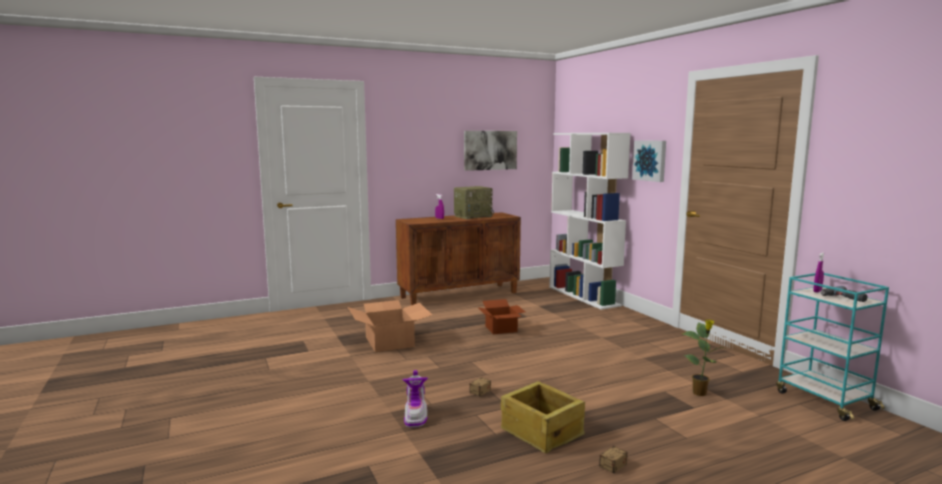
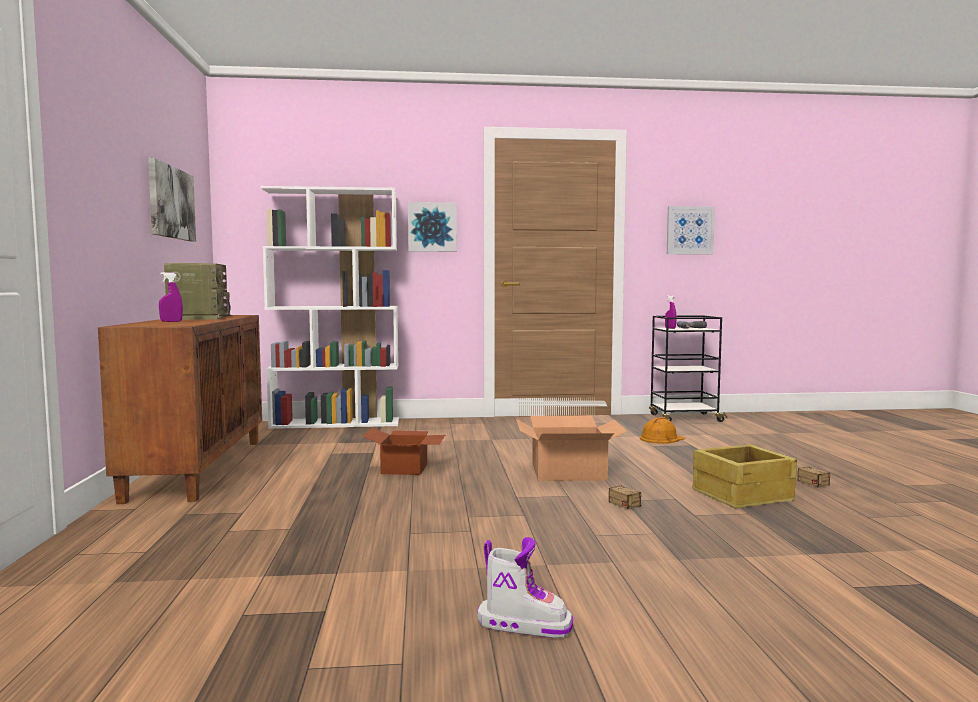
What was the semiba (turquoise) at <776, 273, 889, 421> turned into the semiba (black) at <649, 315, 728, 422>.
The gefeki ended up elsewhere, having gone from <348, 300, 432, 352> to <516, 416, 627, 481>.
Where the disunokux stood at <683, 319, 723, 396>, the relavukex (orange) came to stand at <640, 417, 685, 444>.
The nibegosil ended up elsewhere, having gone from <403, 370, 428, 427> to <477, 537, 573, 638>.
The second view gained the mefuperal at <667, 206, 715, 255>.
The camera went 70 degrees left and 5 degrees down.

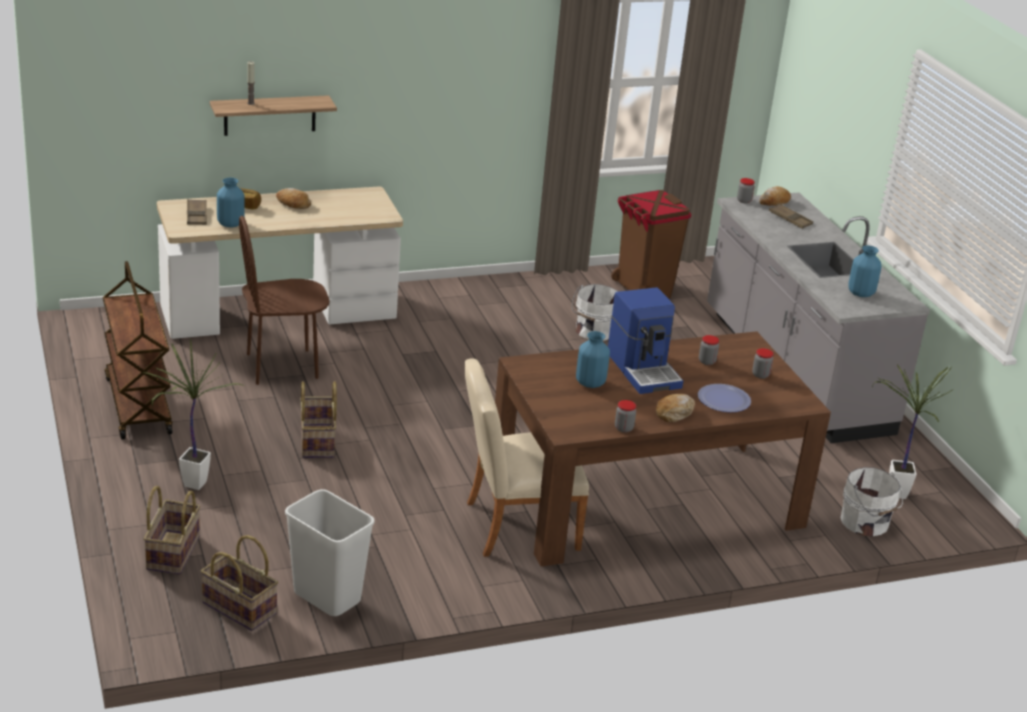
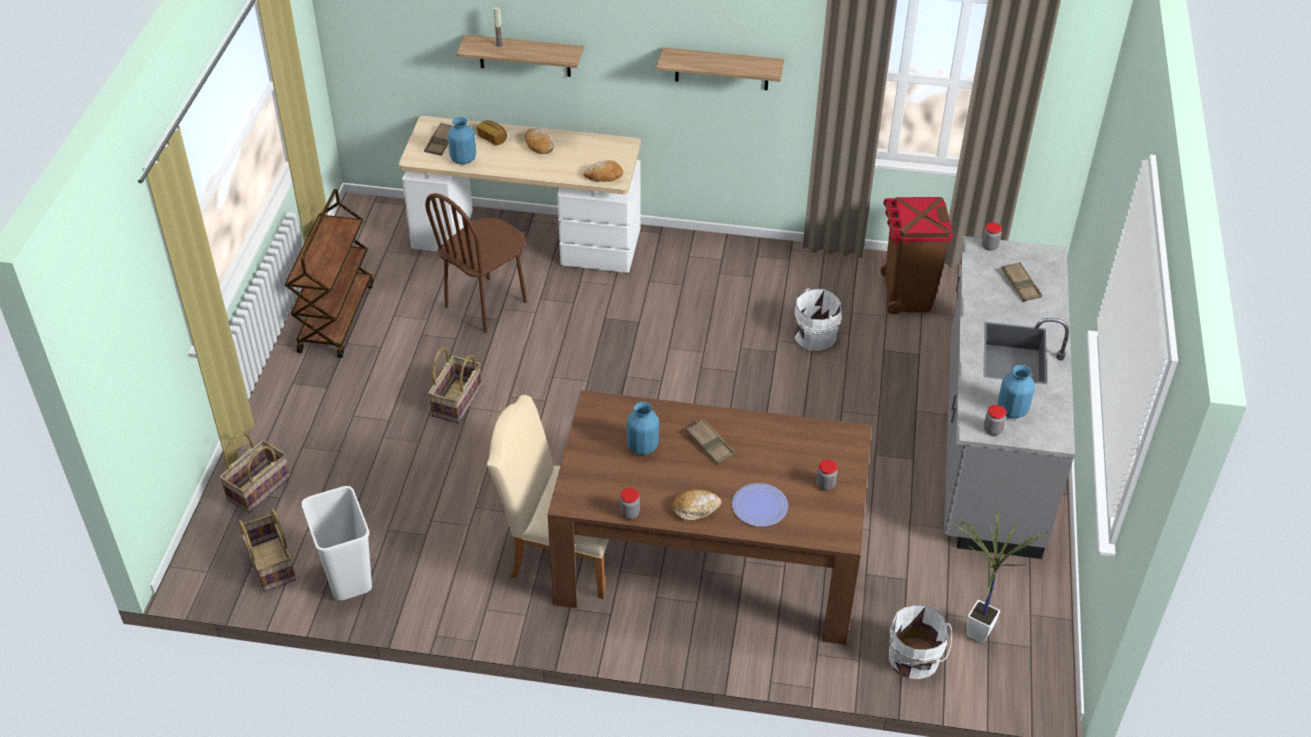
The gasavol ended up elsewhere, having gone from <759, 186, 791, 206> to <583, 160, 623, 182>.
The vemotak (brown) at <239, 216, 329, 385> ended up facing another way, 60 degrees counterclockwise from before.
Where the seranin stood at <608, 287, 683, 394>, the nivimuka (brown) came to stand at <686, 419, 735, 465>.
The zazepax ended up elsewhere, having gone from <699, 335, 719, 365> to <984, 405, 1006, 436>.
The second view lost the disunokux at <143, 338, 245, 490>.
The second view gained the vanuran at <656, 47, 784, 90>.
The camera went 30 degrees right and 15 degrees up.

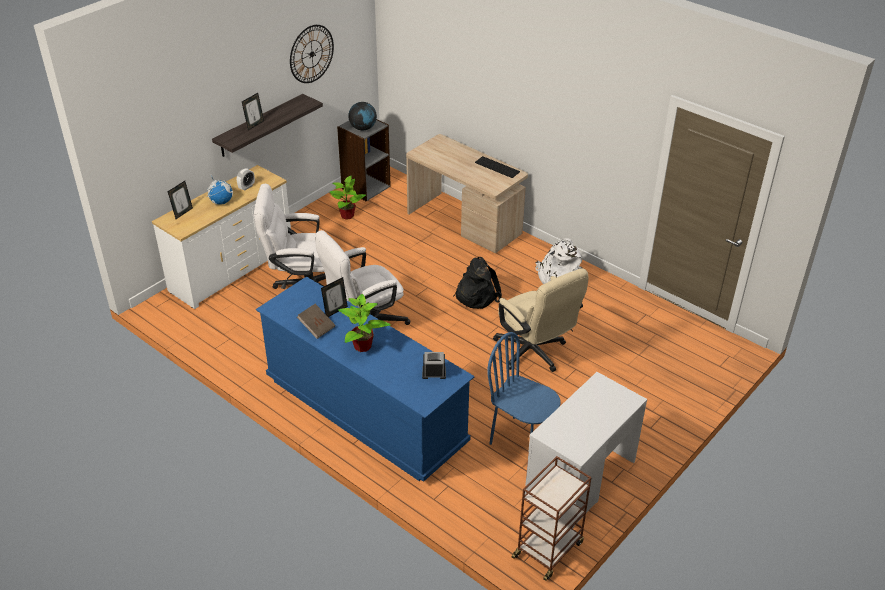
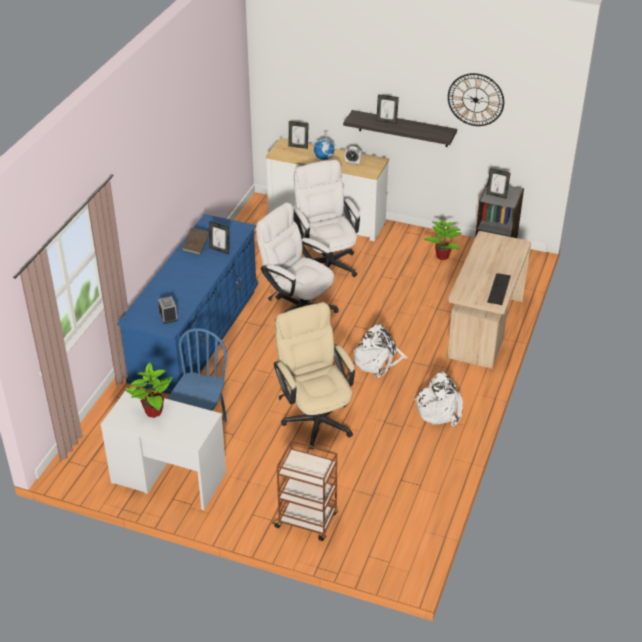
Where the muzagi stood at <348, 102, 377, 130>, the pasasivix came to stand at <486, 168, 511, 199>.
What was the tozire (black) at <454, 257, 502, 309> turned into the tozire (white) at <354, 324, 408, 378>.
The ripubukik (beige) at <493, 268, 589, 372> ended up facing another way, 120 degrees clockwise from before.
The disunokux ended up elsewhere, having gone from <338, 294, 391, 352> to <125, 362, 173, 418>.
The semiba (brown) ended up elsewhere, having gone from <512, 456, 592, 581> to <272, 441, 338, 541>.
The camera went 70 degrees right and 0 degrees up.

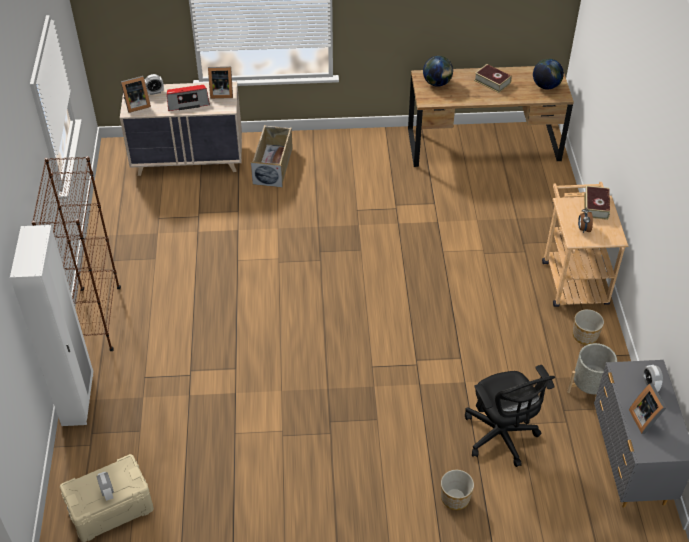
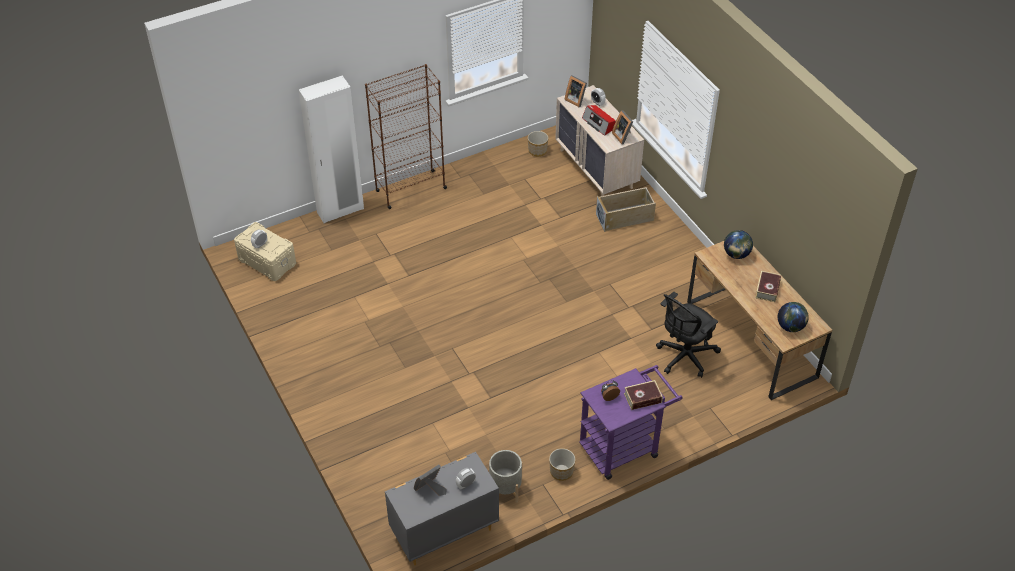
What was the semiba (beige) at <542, 182, 628, 307> turned into the semiba (purple) at <579, 365, 683, 480>.
The ripubukik (black) ended up elsewhere, having gone from <465, 365, 556, 467> to <656, 292, 721, 378>.
The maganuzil ended up elsewhere, having gone from <441, 470, 474, 510> to <528, 131, 548, 156>.
The camera went 65 degrees right and 0 degrees up.

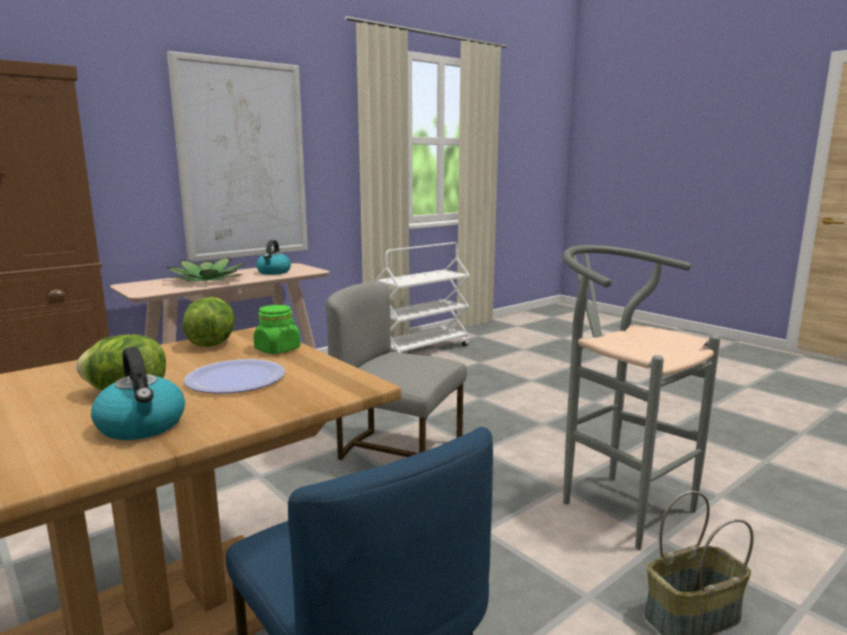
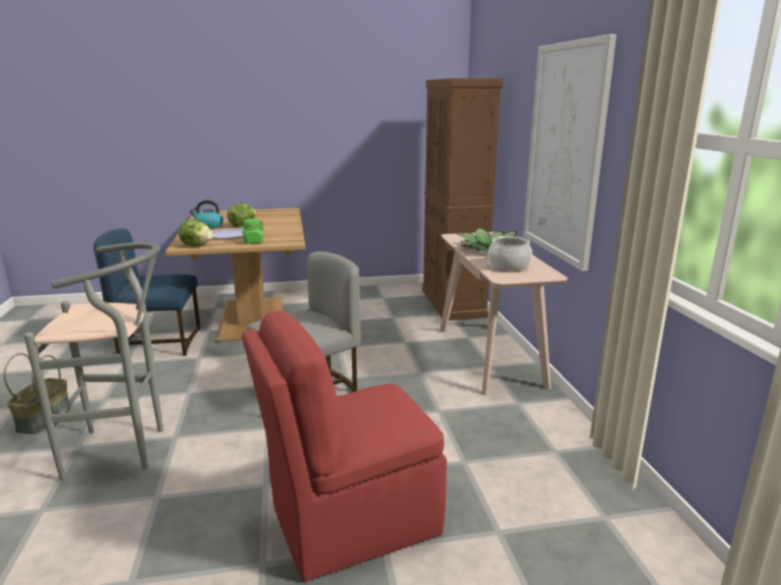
Where the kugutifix stood at <256, 240, 291, 275>, the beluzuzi came to stand at <488, 236, 532, 271>.
The second view lost the semiba (white) at <375, 242, 470, 353>.
The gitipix ended up elsewhere, having gone from <182, 297, 235, 347> to <178, 220, 213, 246>.
The second view gained the vemotak (red) at <242, 310, 447, 582>.
The camera went 120 degrees right and 5 degrees up.

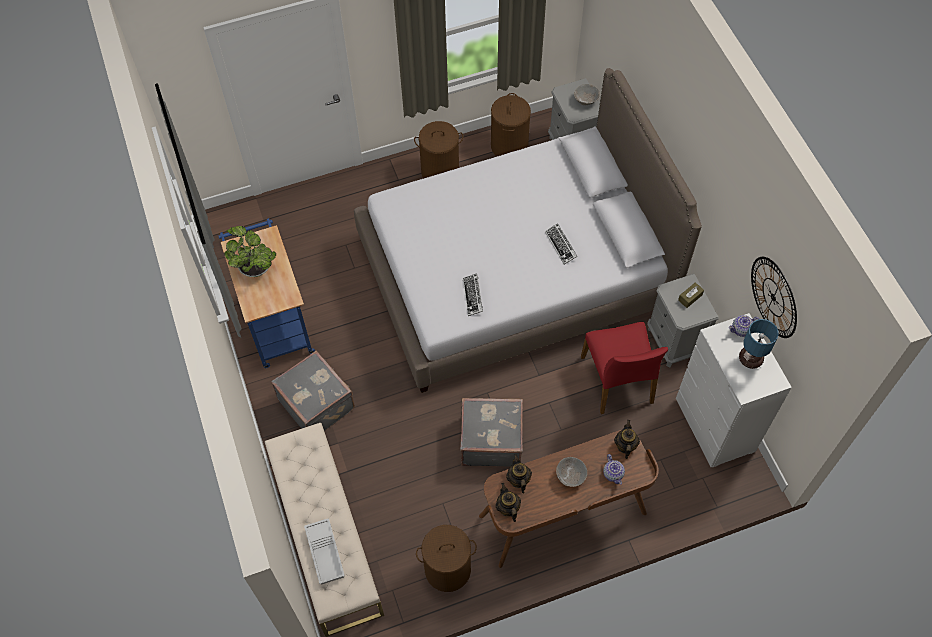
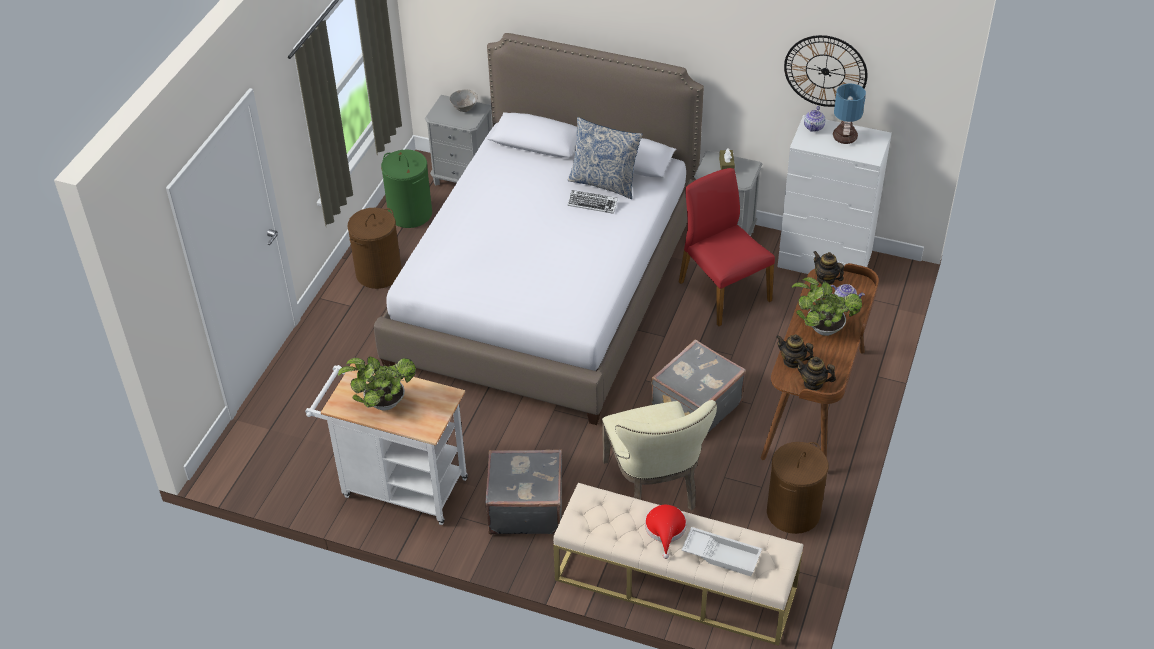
What was the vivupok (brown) at <491, 93, 531, 156> turned into the vivupok (green) at <381, 149, 432, 228>.
What was the semiba (blue) at <219, 218, 315, 368> turned into the semiba (white) at <305, 364, 468, 525>.
The second view lost the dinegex at <463, 273, 483, 316>.
The vemotak (red) at <581, 322, 668, 414> ended up facing another way, 150 degrees counterclockwise from before.
Where the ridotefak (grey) stood at <556, 457, 587, 487>, the disunokux came to stand at <791, 277, 862, 336>.
The second view gained the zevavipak at <568, 117, 643, 199>.
The second view gained the vemotak (beige) at <602, 400, 717, 511>.
The second view gained the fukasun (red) at <645, 505, 687, 559>.
The camera went 50 degrees left and 15 degrees down.

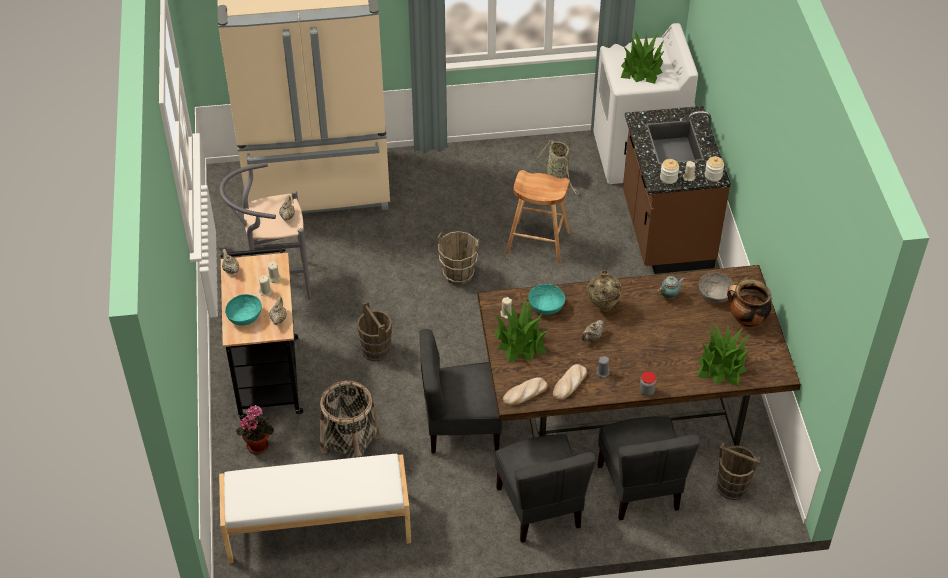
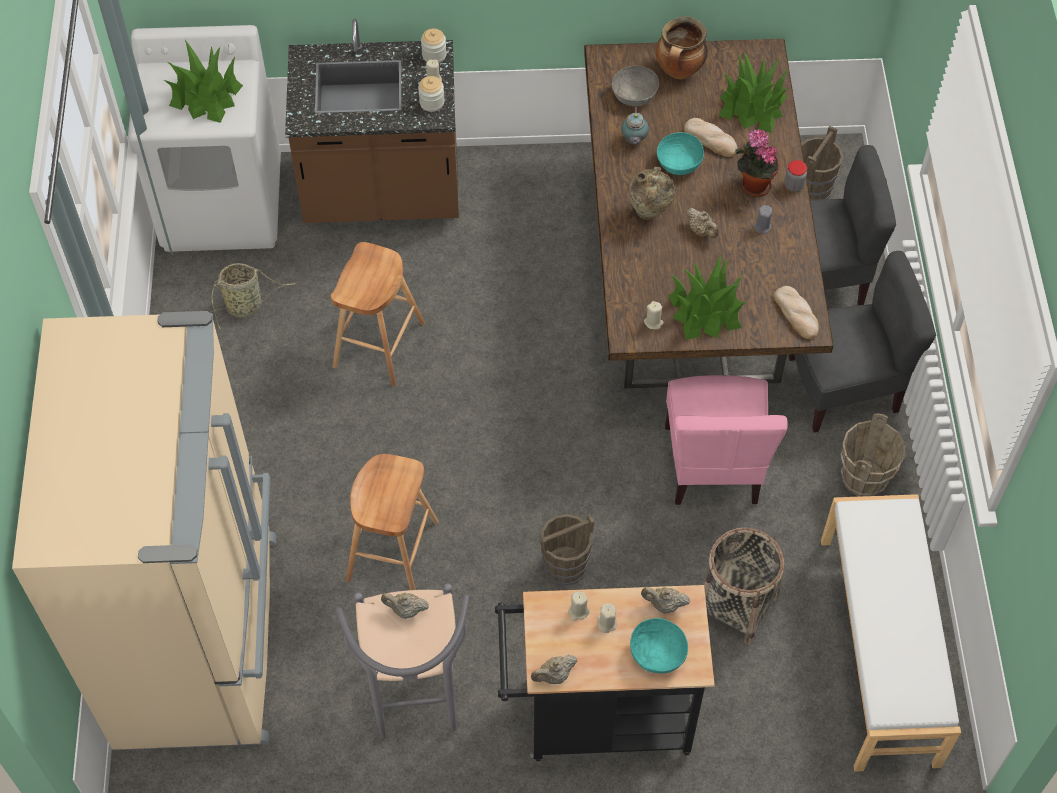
The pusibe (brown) ended up elsewhere, having gone from <438, 231, 479, 285> to <840, 413, 905, 497>.
The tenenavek at <657, 276, 685, 300> ended up facing another way, 150 degrees counterclockwise from before.
The ridotefak (turquoise) ended up elsewhere, having gone from <529, 284, 565, 315> to <657, 132, 704, 175>.
What was the vemotak (grey) at <420, 329, 503, 454> turned into the vemotak (pink) at <665, 375, 788, 505>.
The gasavol ended up elsewhere, having gone from <553, 364, 587, 400> to <684, 118, 738, 157>.
The disunokux ended up elsewhere, having gone from <236, 405, 274, 454> to <736, 129, 779, 197>.
The second view gained the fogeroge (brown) at <346, 454, 439, 590>.
The camera went 85 degrees left and 10 degrees up.

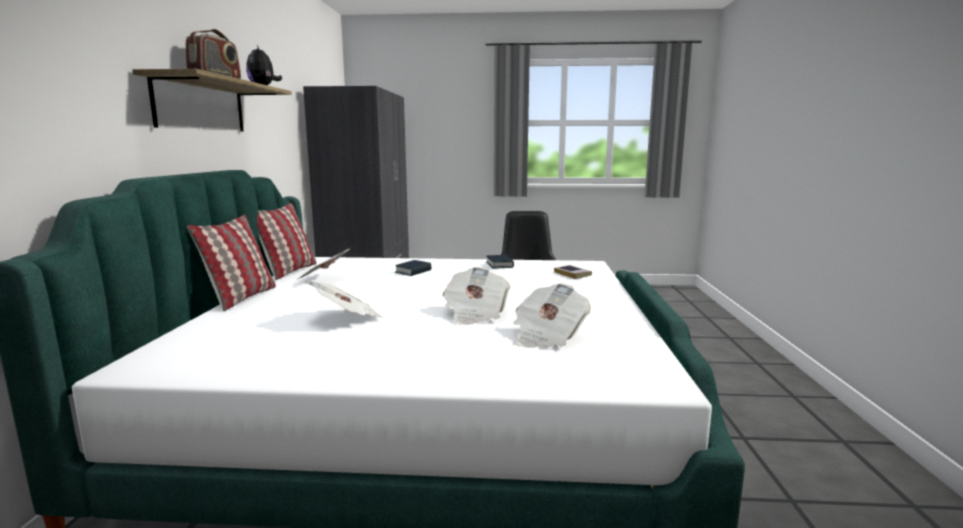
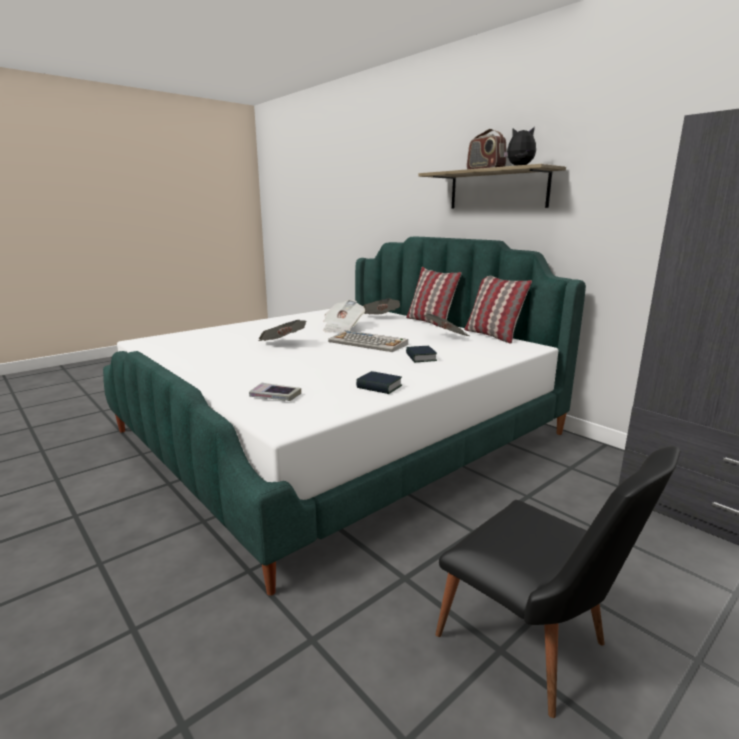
The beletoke ended up elsewhere, having gone from <513, 283, 591, 348> to <363, 299, 400, 315>.
The second view gained the dinegex at <328, 330, 408, 352>.
The camera went 135 degrees right and 5 degrees up.

